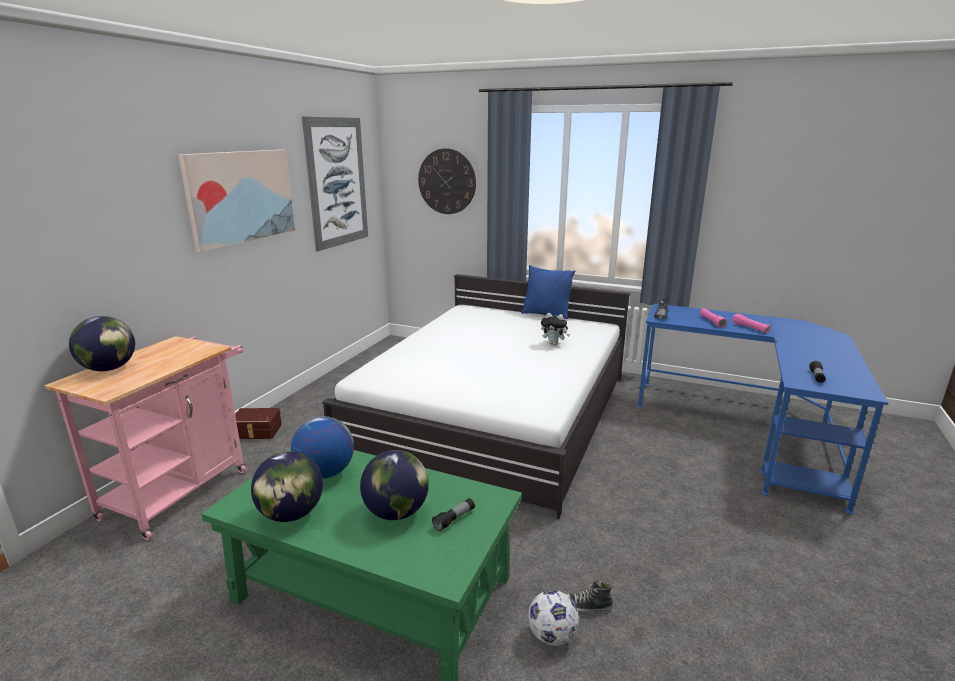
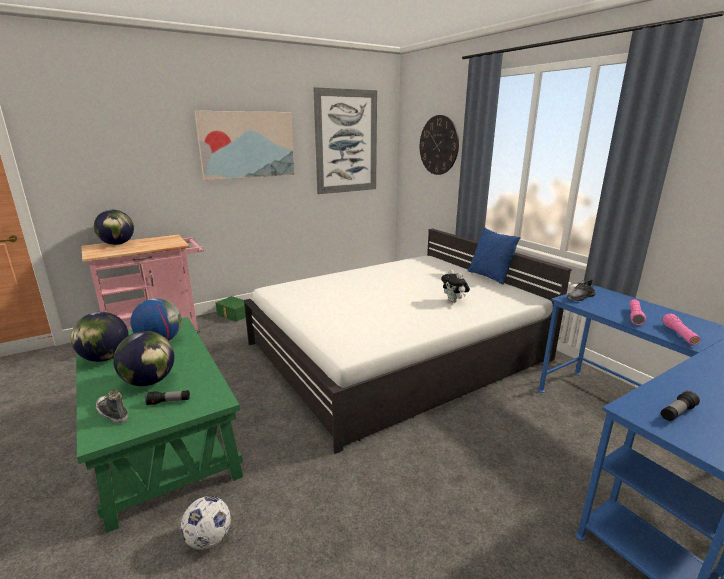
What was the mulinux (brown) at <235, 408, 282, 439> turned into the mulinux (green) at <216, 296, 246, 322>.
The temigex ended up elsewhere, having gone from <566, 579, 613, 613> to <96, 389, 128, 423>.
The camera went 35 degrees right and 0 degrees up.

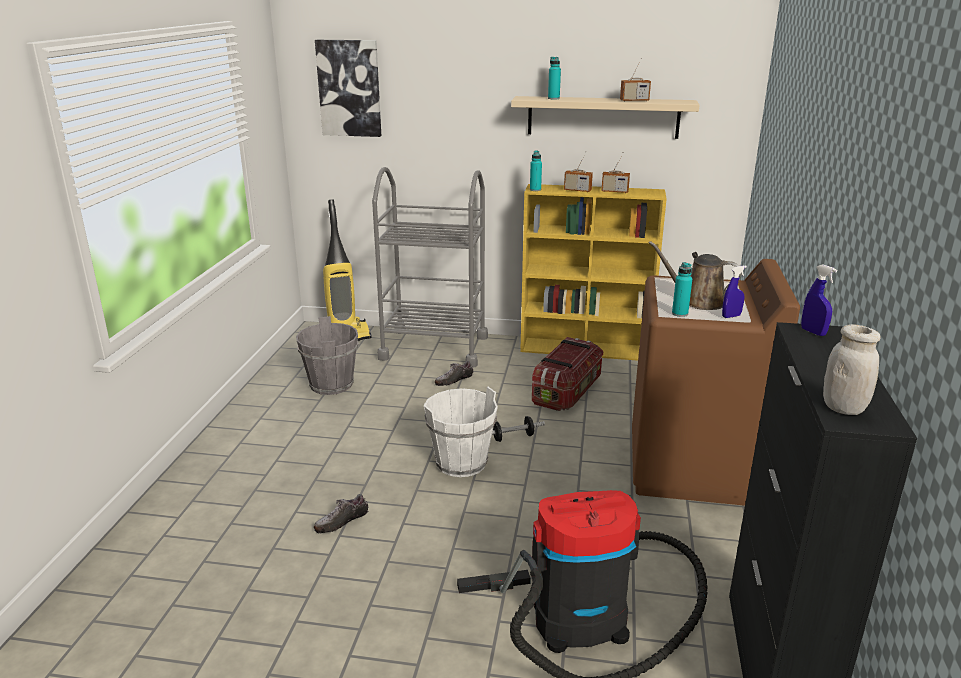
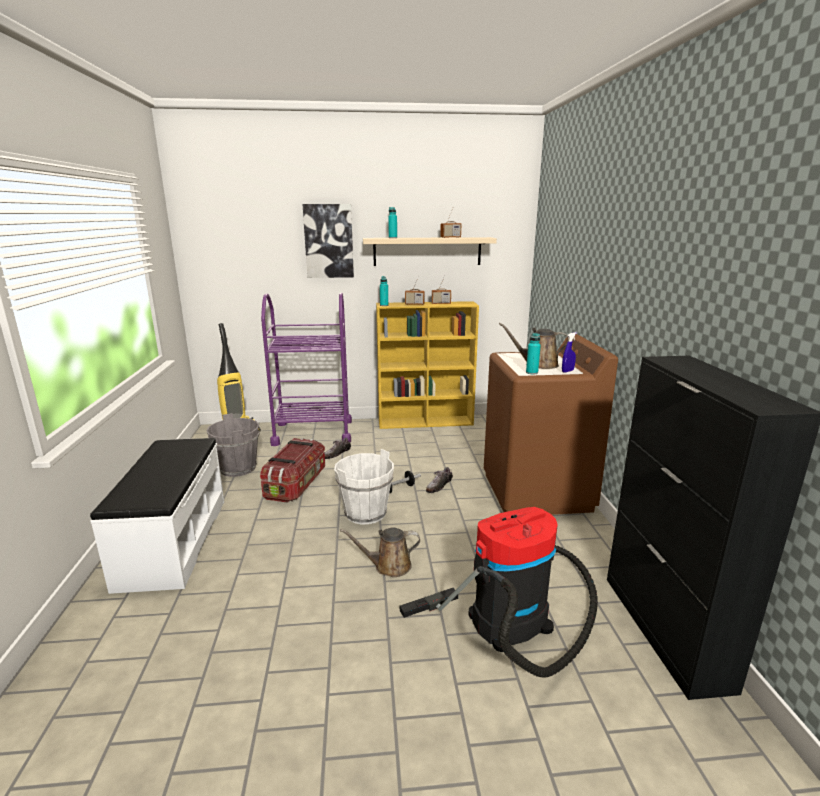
The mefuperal ended up elsewhere, having gone from <315, 40, 381, 137> to <303, 204, 354, 278>.
What was the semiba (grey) at <372, 167, 488, 367> turned into the semiba (purple) at <261, 293, 352, 446>.
The second view lost the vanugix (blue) at <801, 264, 837, 336>.
The second view lost the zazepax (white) at <823, 324, 881, 415>.
The mulinux ended up elsewhere, having gone from <532, 337, 603, 411> to <260, 438, 325, 503>.
The temigex ended up elsewhere, having gone from <314, 494, 369, 533> to <426, 467, 453, 493>.
The second view gained the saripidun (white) at <90, 438, 224, 594>.
The second view gained the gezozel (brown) at <340, 528, 420, 577>.
The camera went 15 degrees left and 5 degrees down.

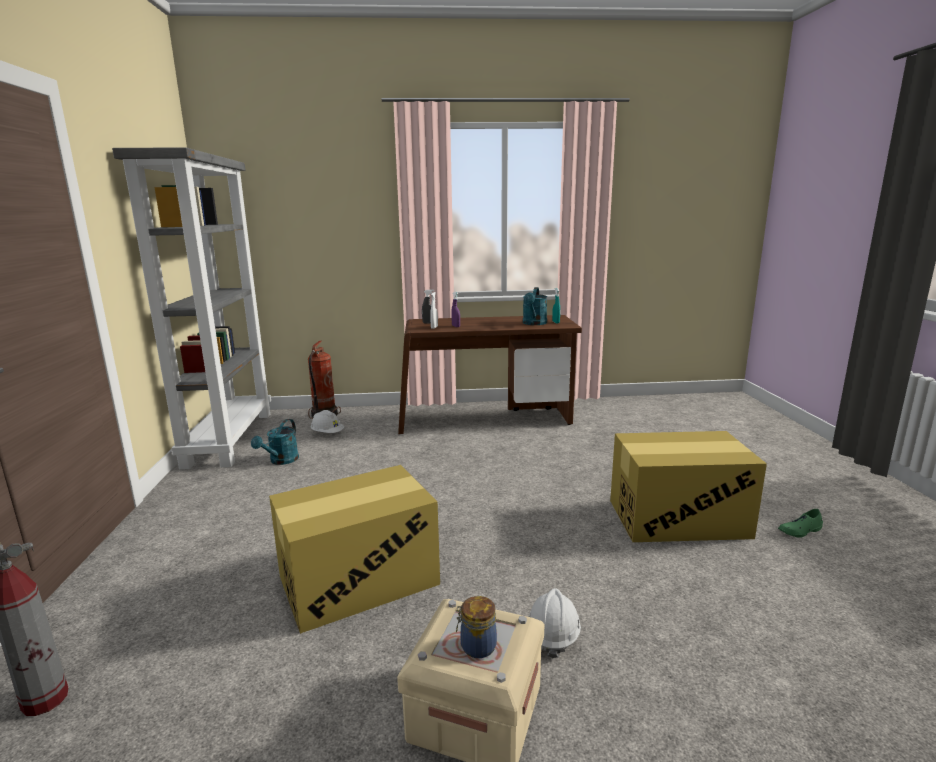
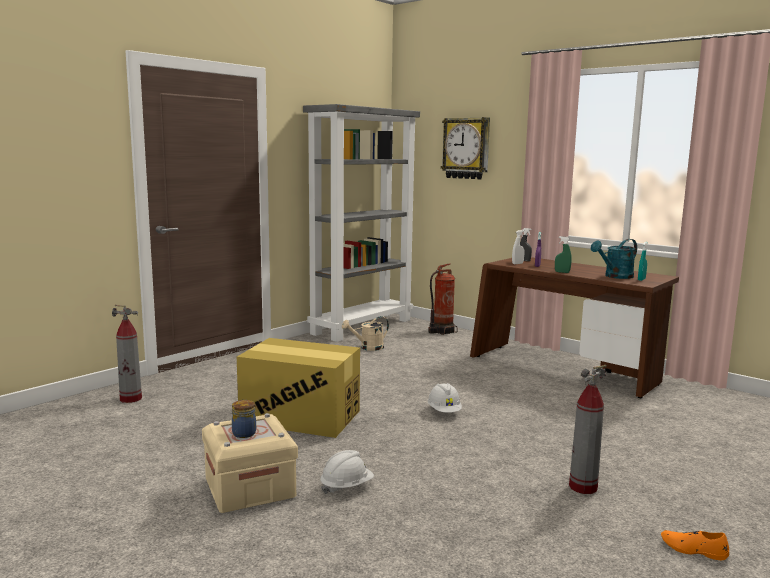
The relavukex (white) ended up elsewhere, having gone from <311, 410, 344, 433> to <428, 383, 462, 413>.
What was the gezozel (turquoise) at <251, 419, 299, 465> turned into the gezozel (beige) at <342, 316, 389, 351>.
Where the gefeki stood at <610, 431, 767, 542>, the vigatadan came to stand at <569, 365, 607, 494>.
What was the temigex (green) at <778, 509, 823, 538> turned into the temigex (orange) at <661, 530, 729, 560>.
The second view gained the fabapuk at <441, 117, 490, 180>.
The second view gained the vanugix (green) at <555, 236, 572, 273>.
The camera went 45 degrees right and 5 degrees down.

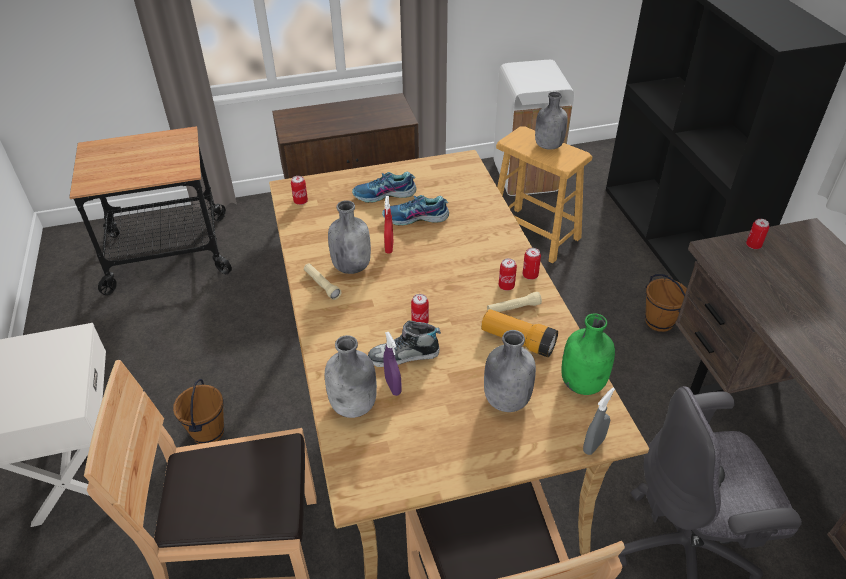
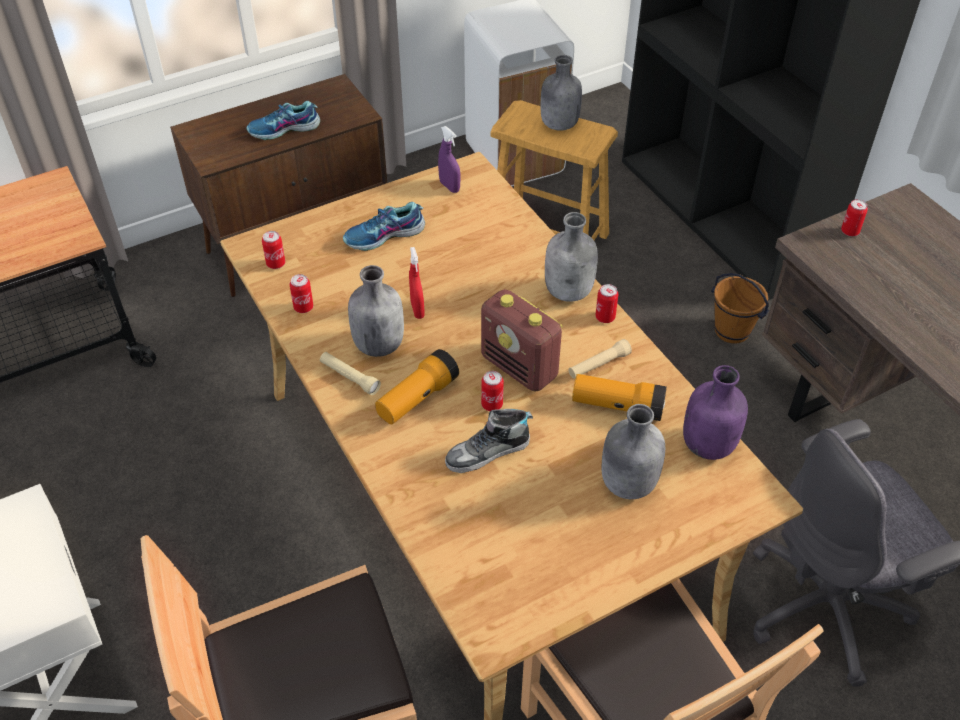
The temigex ended up elsewhere, having gone from <382, 195, 449, 225> to <247, 101, 320, 140>.
The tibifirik ended up elsewhere, having gone from <499, 258, 517, 291> to <290, 274, 313, 313>.
What was the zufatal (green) at <561, 313, 615, 395> turned into the zufatal (purple) at <683, 365, 748, 460>.
The vanugix (purple) ended up elsewhere, having gone from <384, 332, 402, 396> to <438, 126, 460, 193>.
The zufatal (grey) ended up elsewhere, having gone from <325, 335, 377, 418> to <545, 212, 598, 302>.
The second view lost the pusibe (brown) at <173, 379, 224, 444>.
The second view lost the vanugix (grey) at <583, 387, 615, 455>.
The second view gained the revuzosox at <481, 289, 563, 391>.
The second view gained the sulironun at <375, 349, 459, 424>.
The camera went 15 degrees left and 5 degrees up.

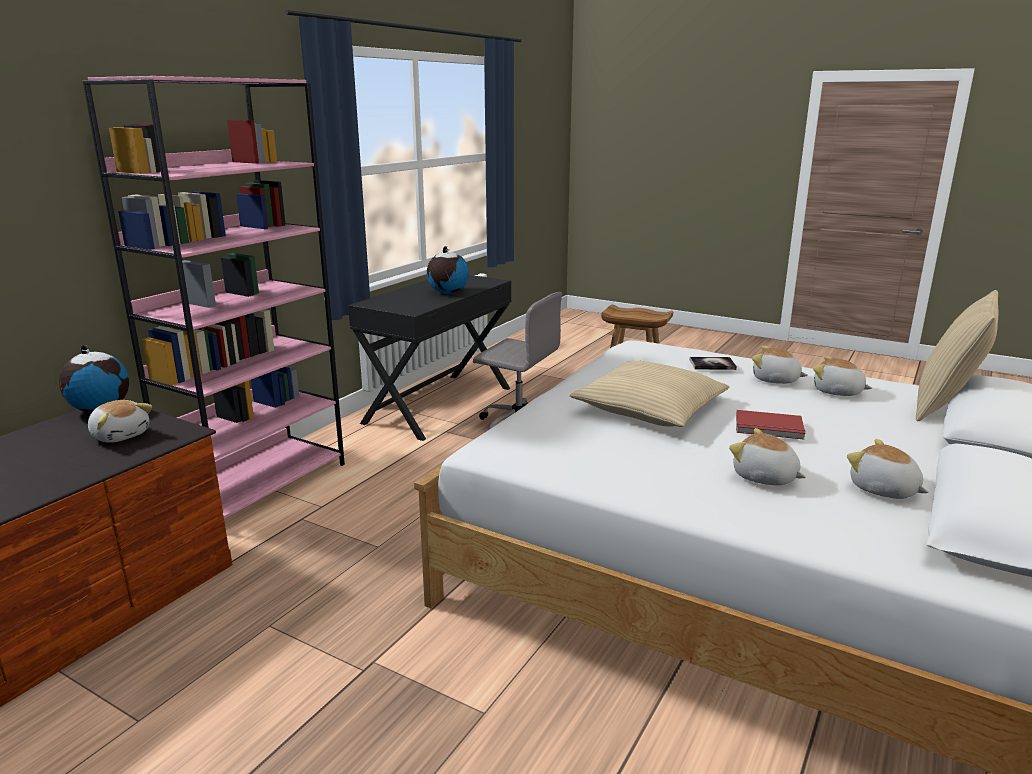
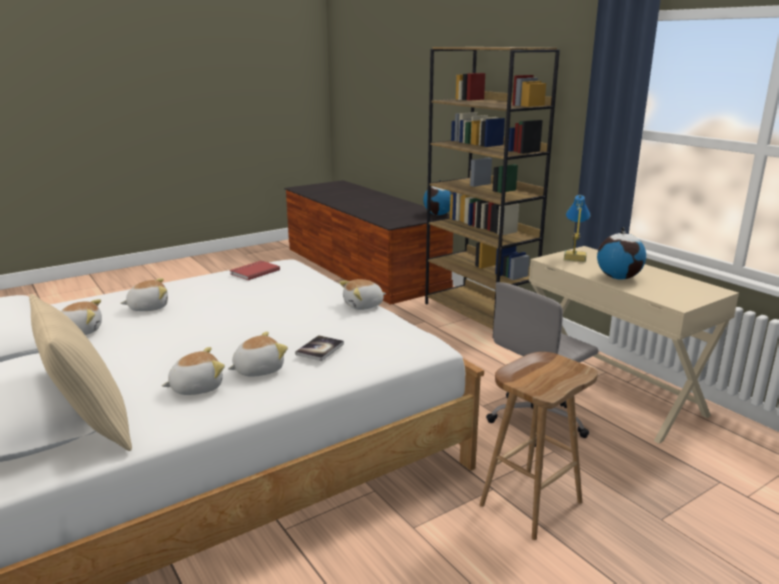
What was the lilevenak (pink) at <82, 76, 345, 519> turned into the lilevenak (brown) at <425, 47, 560, 329>.
What was the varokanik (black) at <348, 275, 511, 441> turned into the varokanik (beige) at <529, 246, 739, 444>.
The second view lost the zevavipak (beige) at <570, 361, 730, 427>.
The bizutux ended up elsewhere, having gone from <88, 400, 152, 443> to <339, 279, 386, 310>.
The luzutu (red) ended up elsewhere, having gone from <736, 410, 805, 439> to <230, 261, 280, 280>.
The second view gained the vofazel at <564, 195, 591, 262>.
The camera went 115 degrees right and 0 degrees up.

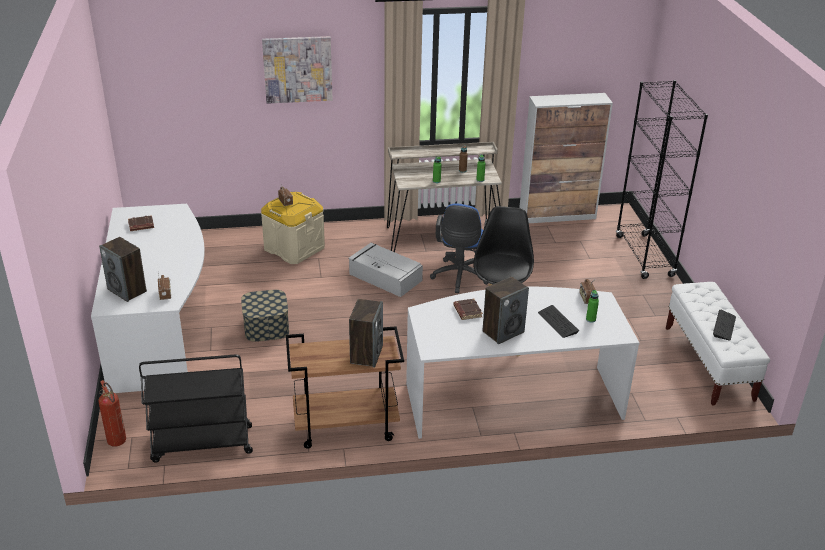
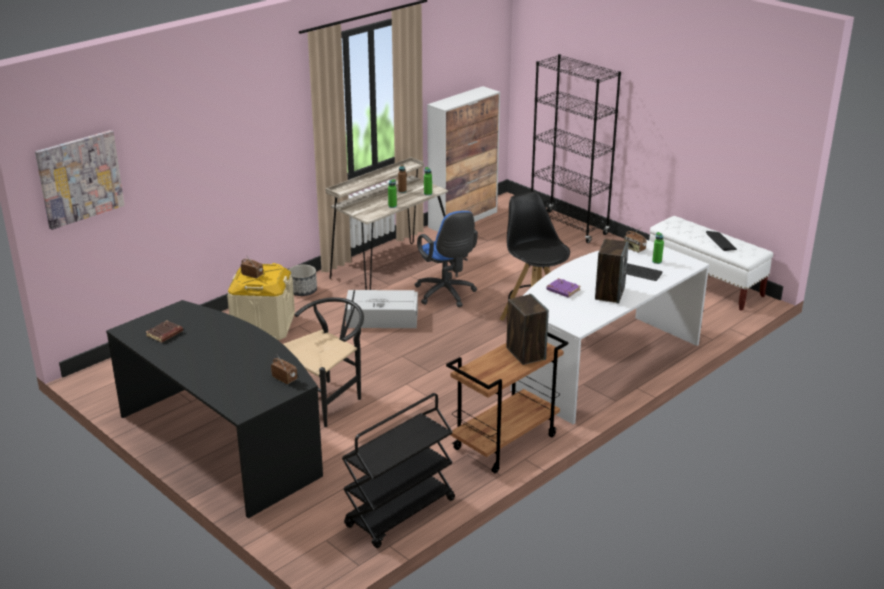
The mefuperal ended up elsewhere, having gone from <262, 36, 333, 104> to <35, 130, 125, 230>.
What was the varokanik (white) at <91, 204, 205, 393> turned into the varokanik (black) at <106, 300, 323, 518>.
The second view lost the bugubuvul at <99, 237, 147, 302>.
Where the mulinux stood at <241, 290, 289, 342>, the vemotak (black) came to stand at <283, 297, 364, 427>.
What was the luzutu (brown) at <453, 299, 483, 320> turned into the luzutu (purple) at <546, 278, 580, 298>.
The second view lost the vigatadan at <98, 380, 126, 447>.
The second view gained the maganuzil at <289, 265, 317, 296>.
The camera went 35 degrees left and 5 degrees down.

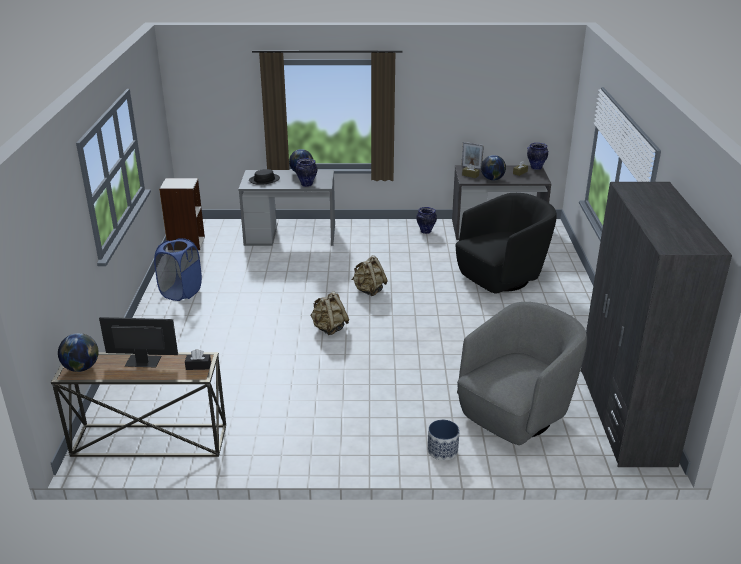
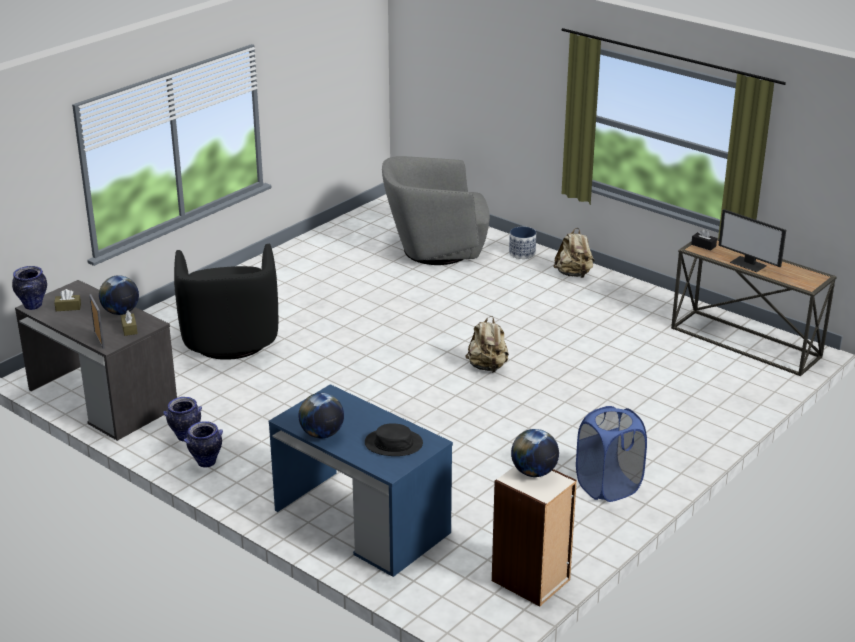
The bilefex ended up elsewhere, having gone from <296, 158, 317, 187> to <184, 421, 223, 468>.
What was the varokanik (grey) at <238, 170, 335, 246> turned into the varokanik (blue) at <269, 384, 453, 577>.
The second view lost the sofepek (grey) at <581, 182, 732, 467>.
The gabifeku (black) at <455, 193, 557, 293> ended up facing another way, 105 degrees counterclockwise from before.
The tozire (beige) ended up elsewhere, having gone from <352, 255, 388, 296> to <553, 228, 595, 278>.
The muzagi ended up elsewhere, having gone from <58, 333, 99, 372> to <511, 429, 559, 477>.
The camera went 140 degrees left and 0 degrees up.

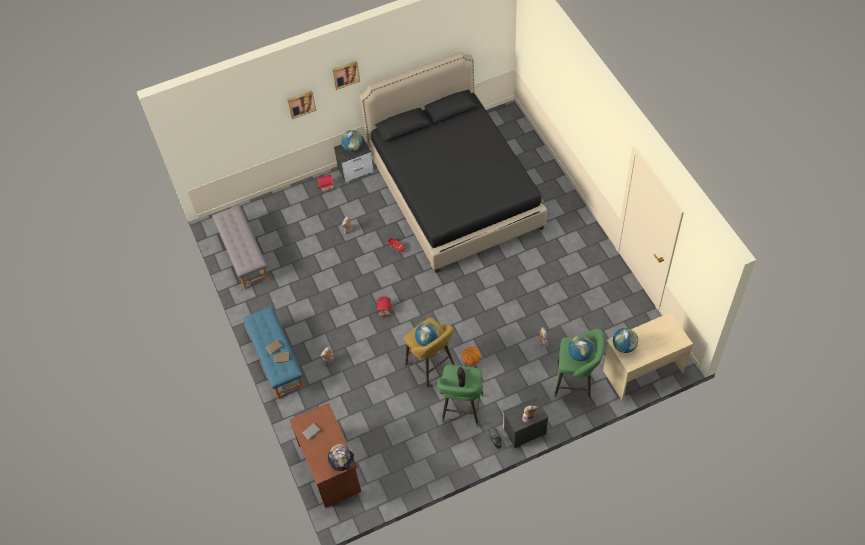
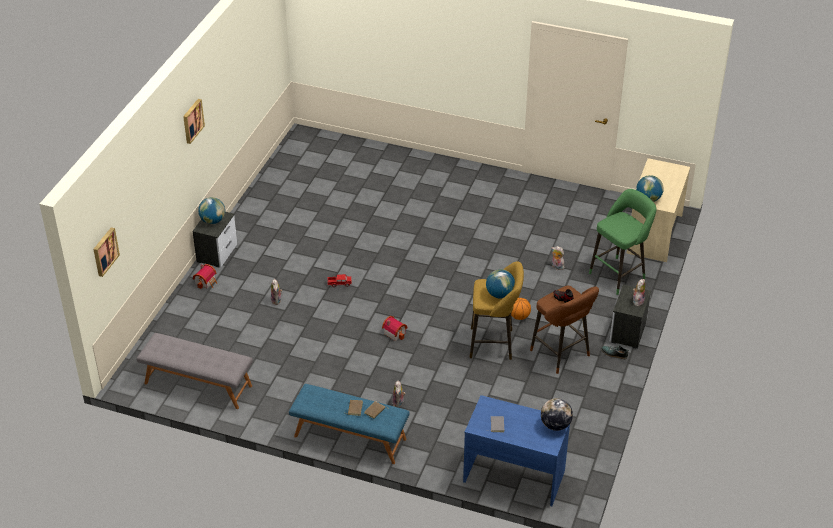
The second view lost the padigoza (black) at <359, 52, 547, 273>.
The mefuperal ended up elsewhere, having gone from <287, 90, 316, 119> to <93, 227, 120, 277>.
The second view lost the muzagi at <568, 336, 594, 361>.
What was the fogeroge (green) at <437, 365, 484, 427> turned into the fogeroge (brown) at <530, 286, 599, 374>.
What was the varokanik (brown) at <289, 403, 361, 508> turned into the varokanik (blue) at <463, 395, 570, 506>.
The camera went 50 degrees left and 15 degrees down.

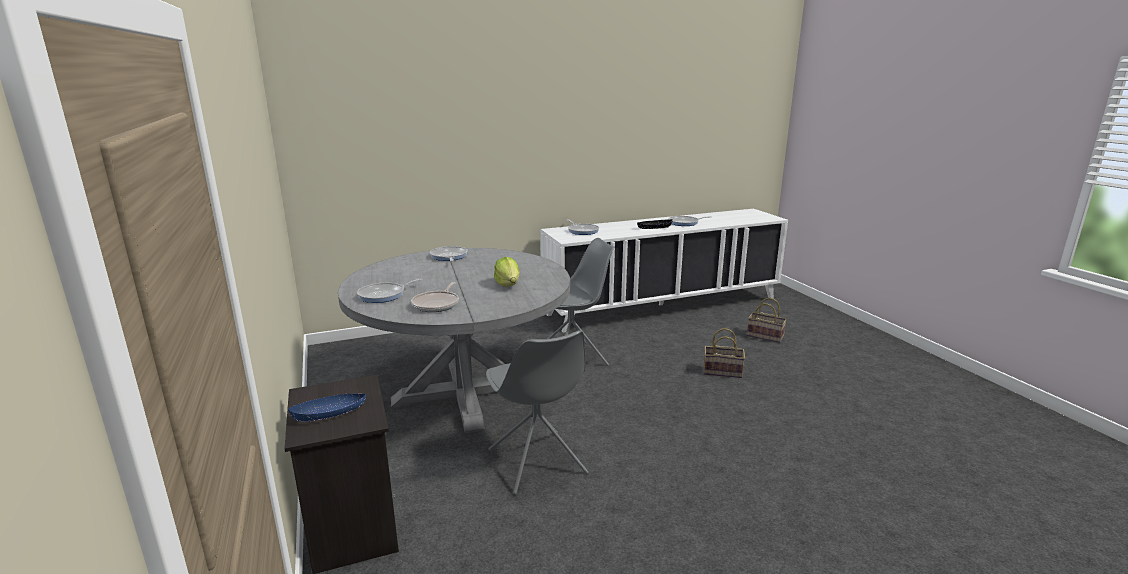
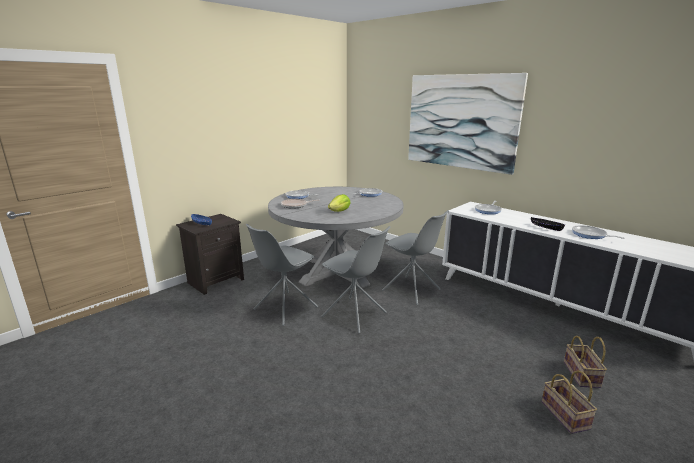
The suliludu ended up elsewhere, having gone from <704, 328, 745, 378> to <542, 371, 597, 434>.
The second view gained the mefuperal at <408, 73, 528, 175>.
The second view gained the vemotak (grey) at <321, 226, 391, 334>.
The camera went 65 degrees right and 0 degrees up.

